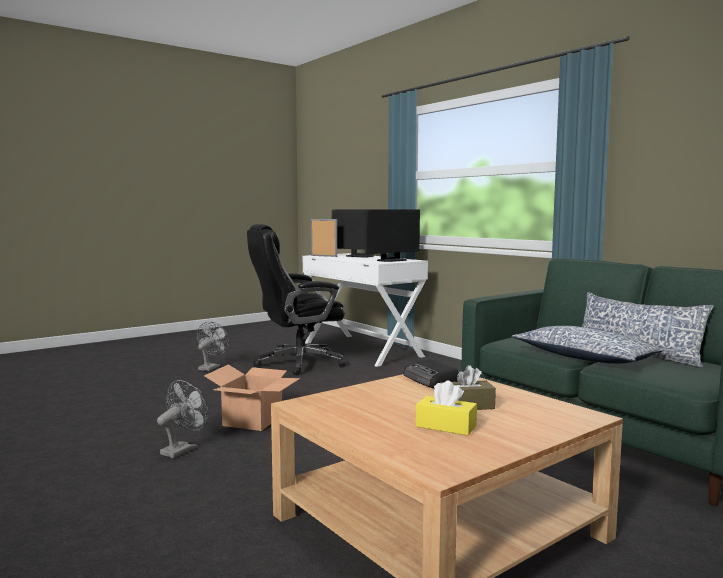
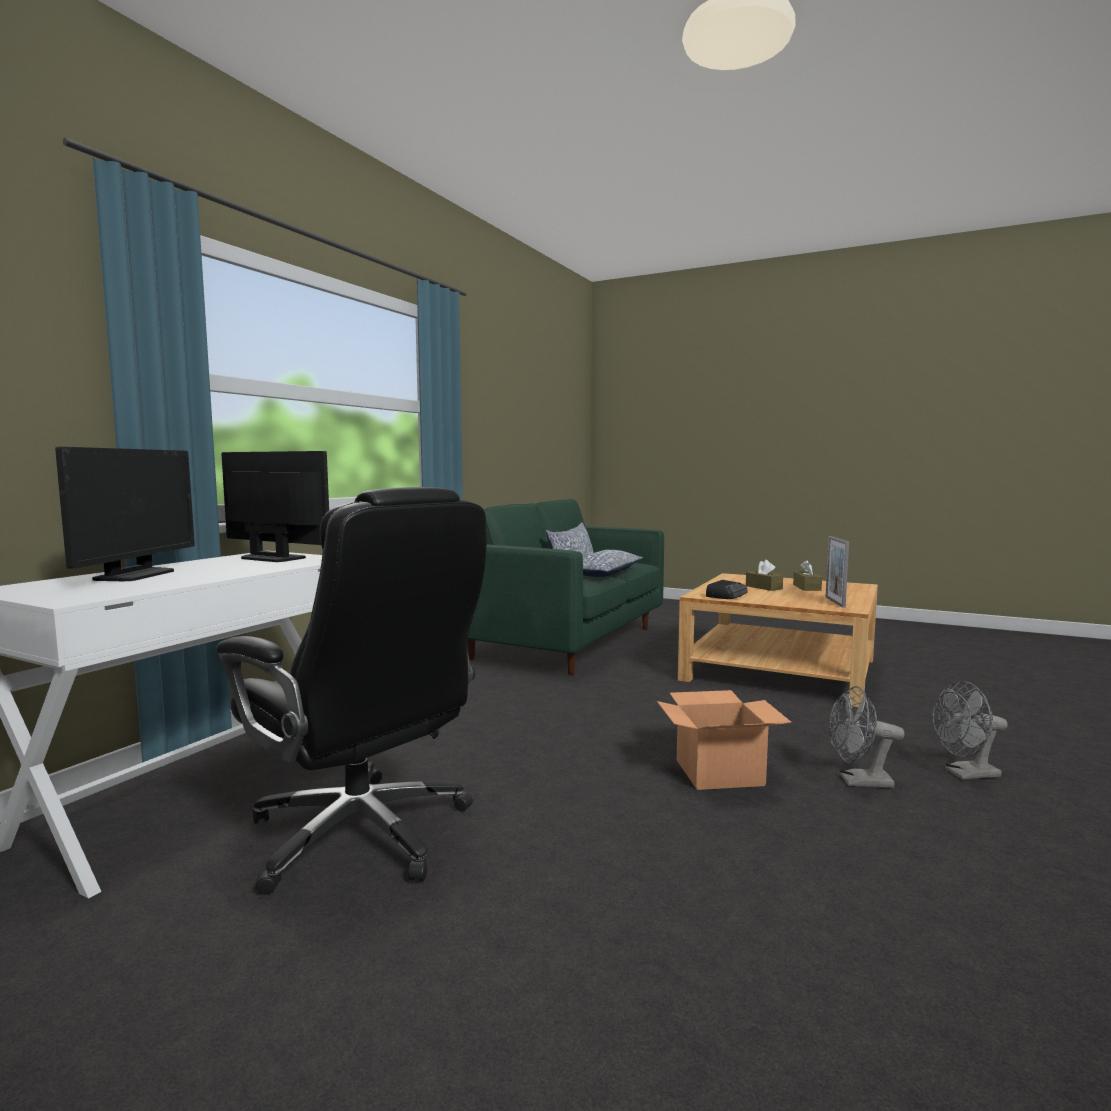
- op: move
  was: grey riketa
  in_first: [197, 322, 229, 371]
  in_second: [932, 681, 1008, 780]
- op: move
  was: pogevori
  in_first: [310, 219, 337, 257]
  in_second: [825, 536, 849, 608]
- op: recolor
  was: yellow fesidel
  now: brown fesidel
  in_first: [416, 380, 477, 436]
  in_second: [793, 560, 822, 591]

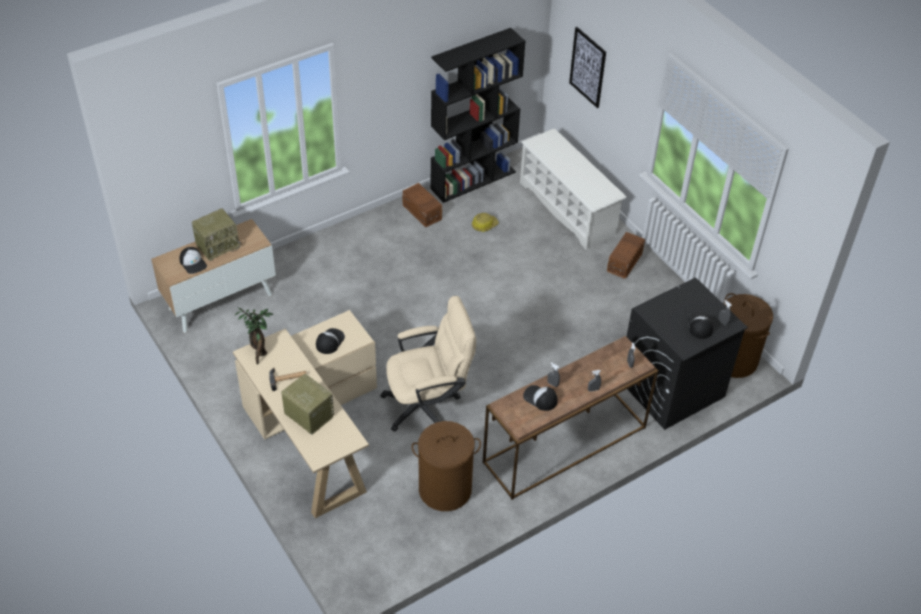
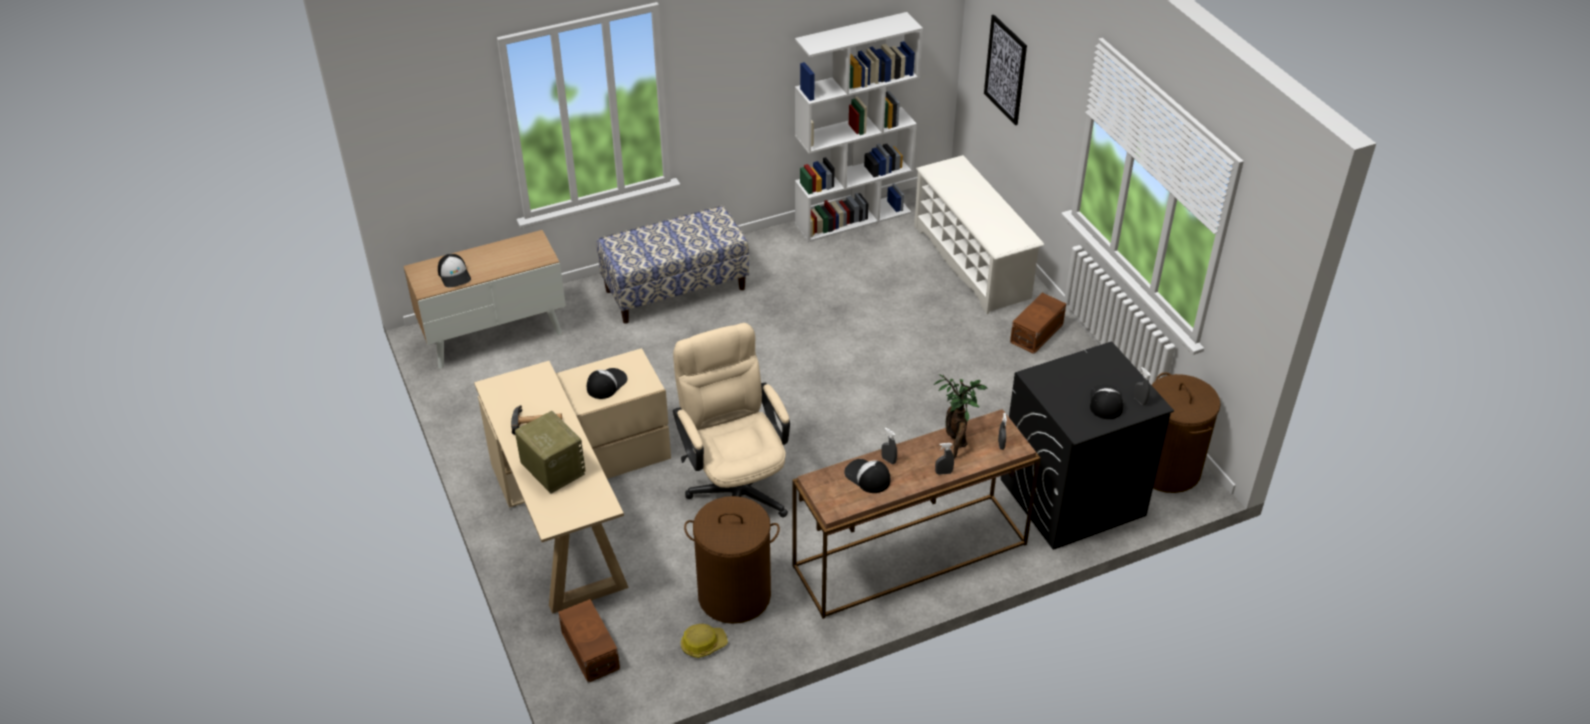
- op: delete
  was: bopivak
  in_first: [192, 208, 241, 261]
- op: insert
  now: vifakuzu
  in_second: [597, 206, 749, 324]
- op: move
  was: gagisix
  in_first: [235, 308, 273, 365]
  in_second: [934, 374, 988, 458]
- op: move
  was: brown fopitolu
  in_first: [402, 183, 442, 228]
  in_second: [558, 599, 620, 683]
- op: move
  was: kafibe
  in_first: [472, 213, 499, 232]
  in_second: [681, 624, 728, 658]
- op: recolor
  was: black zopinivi
  now: white zopinivi
  in_first: [430, 28, 526, 203]
  in_second: [795, 12, 923, 242]
- op: rotate
  was: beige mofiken
  in_first: [380, 296, 476, 432]
  in_second: [673, 323, 790, 518]
  clockwise: -105

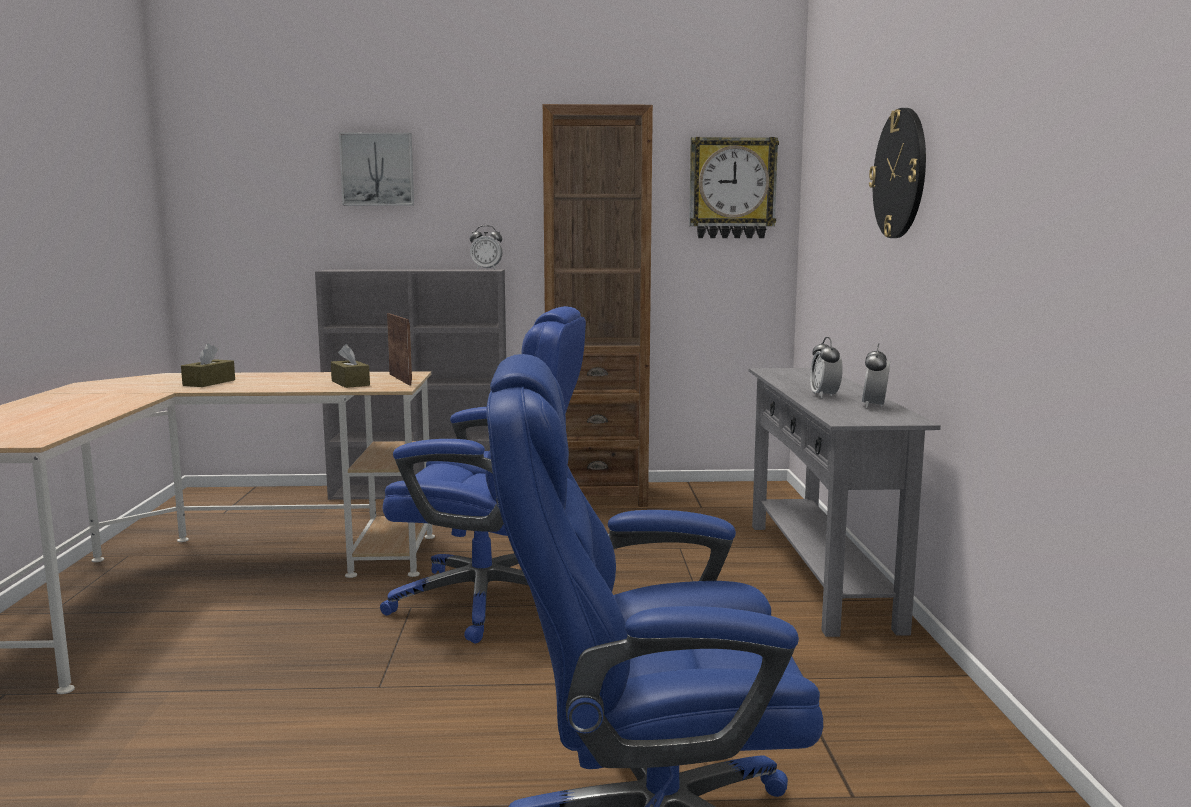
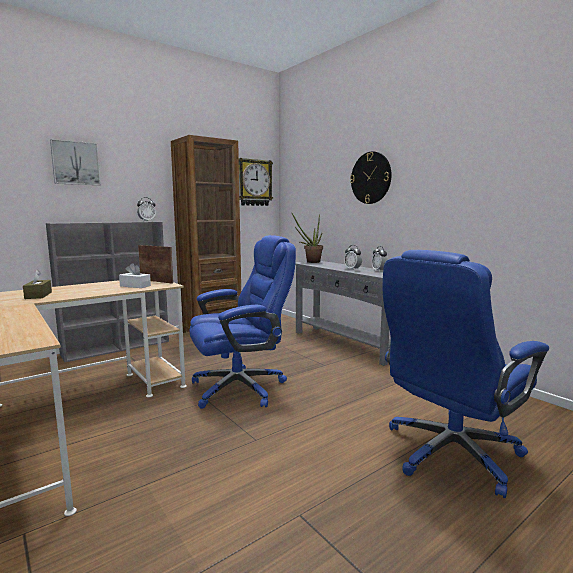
- op: insert
  now: gagisix
  in_second: [292, 213, 323, 263]
- op: recolor
  was: brown fesidel
  now: white fesidel
  in_first: [331, 344, 370, 388]
  in_second: [119, 263, 151, 288]

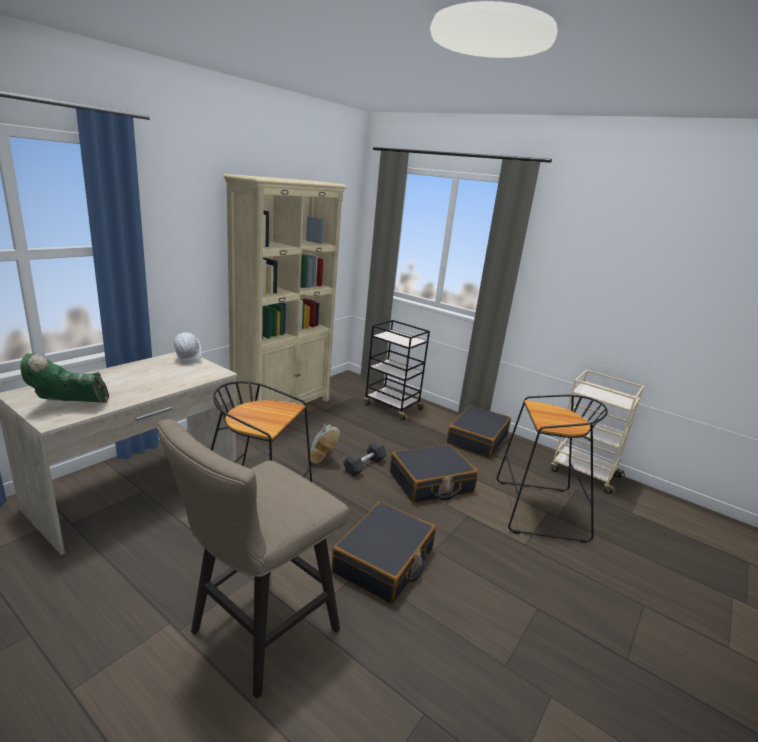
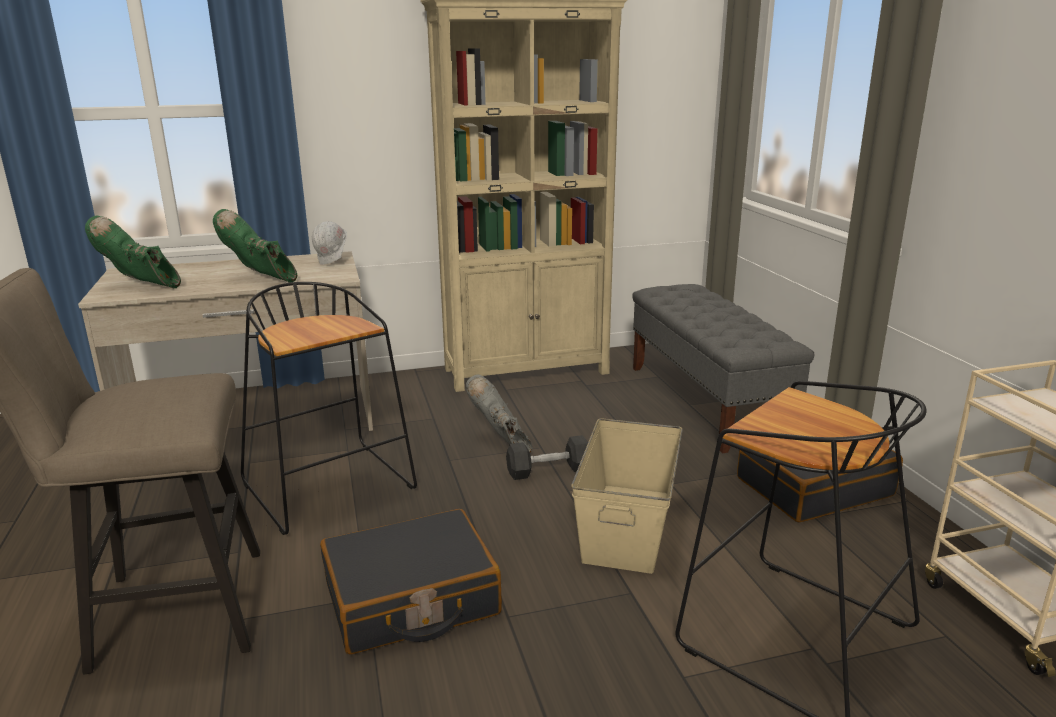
- op: insert
  now: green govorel
  in_second: [213, 209, 297, 283]
- op: replace
  was: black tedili
  now: grey vifakuzu
  in_first: [364, 320, 430, 420]
  in_second: [632, 284, 814, 453]
- op: replace
  was: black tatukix
  now: beige fopitolu
  in_first: [390, 444, 478, 503]
  in_second: [571, 418, 683, 574]
- op: rotate
  was: grey govorel
  in_first: [310, 424, 340, 464]
  in_second: [466, 374, 533, 453]
  clockwise: 120

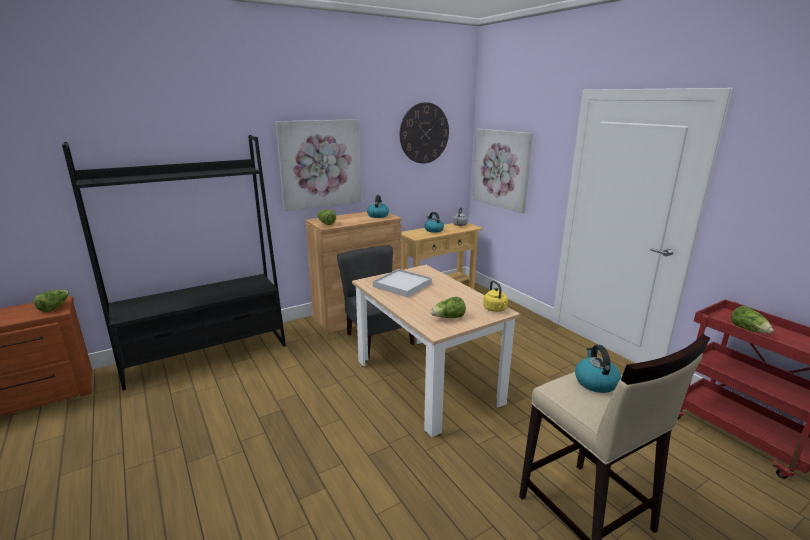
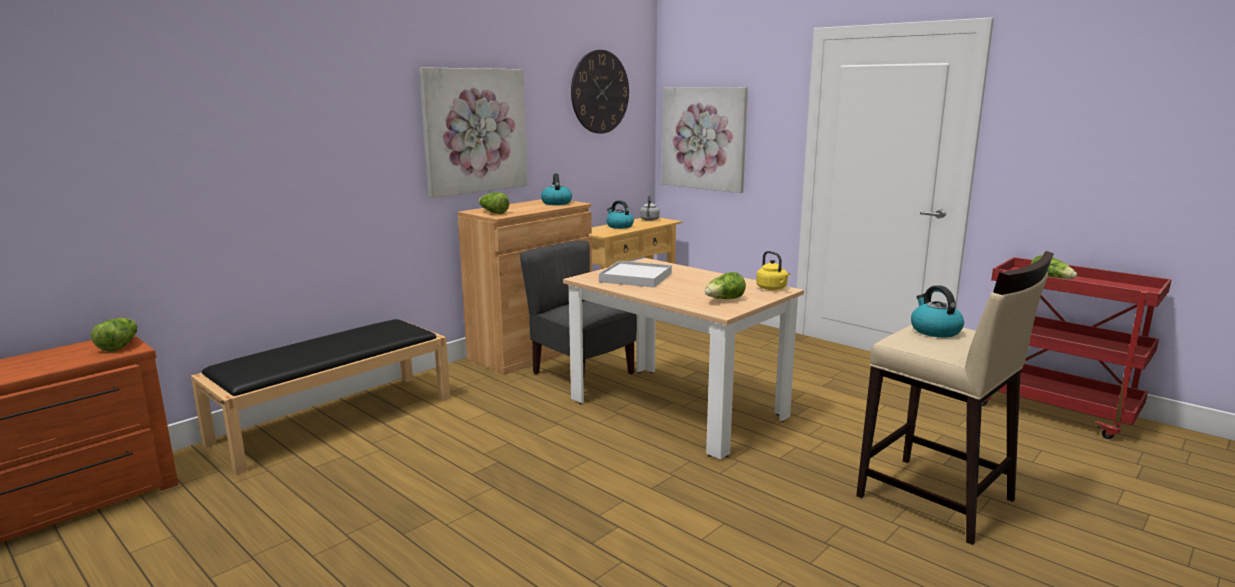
- op: replace
  was: black zopinivi
  now: black vifakuzu
  in_first: [62, 135, 286, 390]
  in_second: [191, 319, 450, 475]

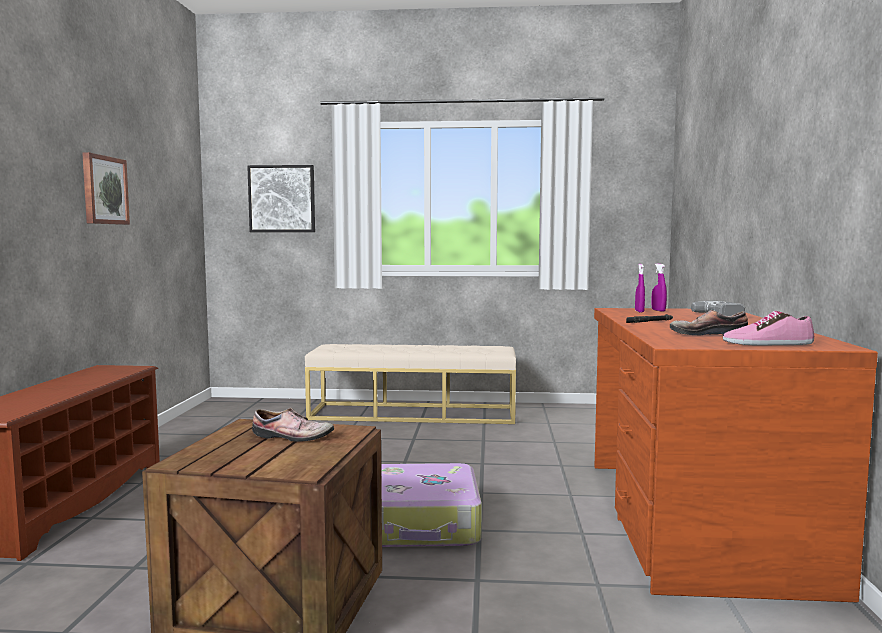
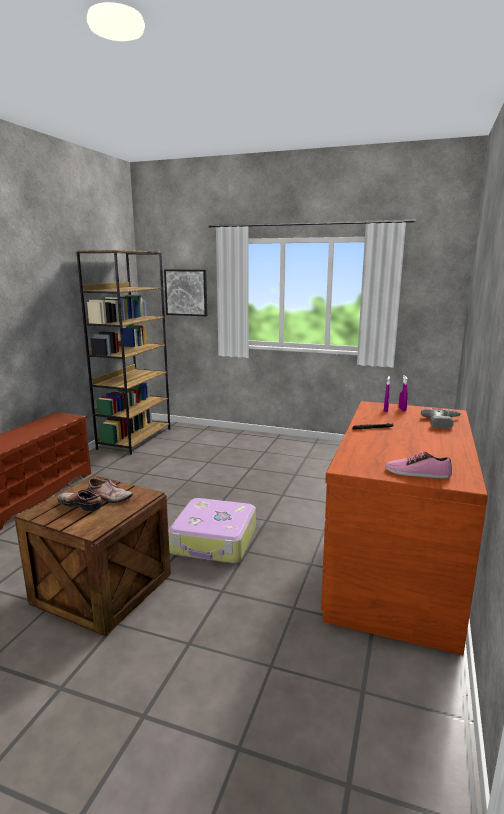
- op: delete
  was: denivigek
  in_first: [82, 152, 130, 225]
- op: delete
  was: beige vifakuzu
  in_first: [305, 344, 516, 424]
- op: insert
  now: brown zopinivi
  in_second: [77, 250, 170, 455]
- op: move
  was: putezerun
  in_first: [670, 310, 748, 335]
  in_second: [58, 490, 102, 512]

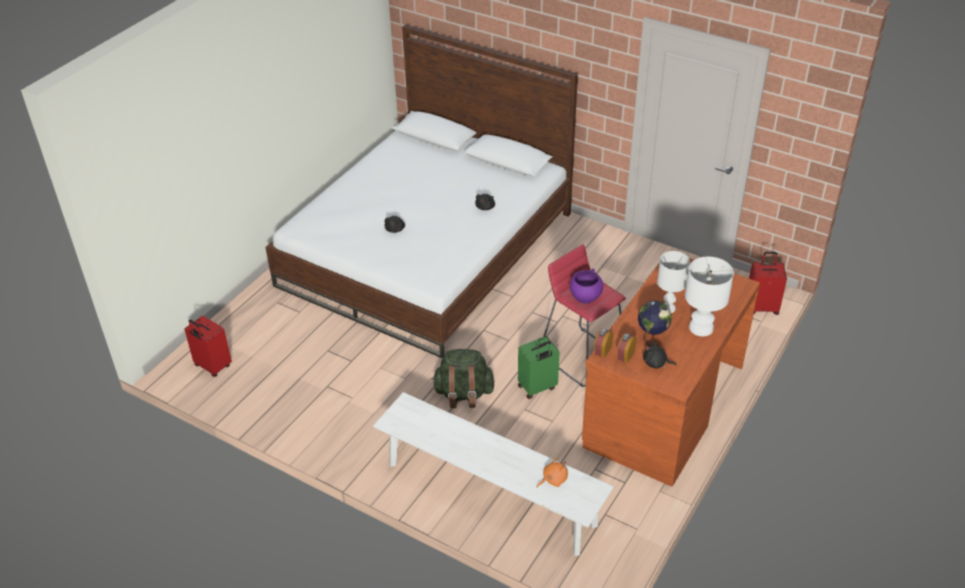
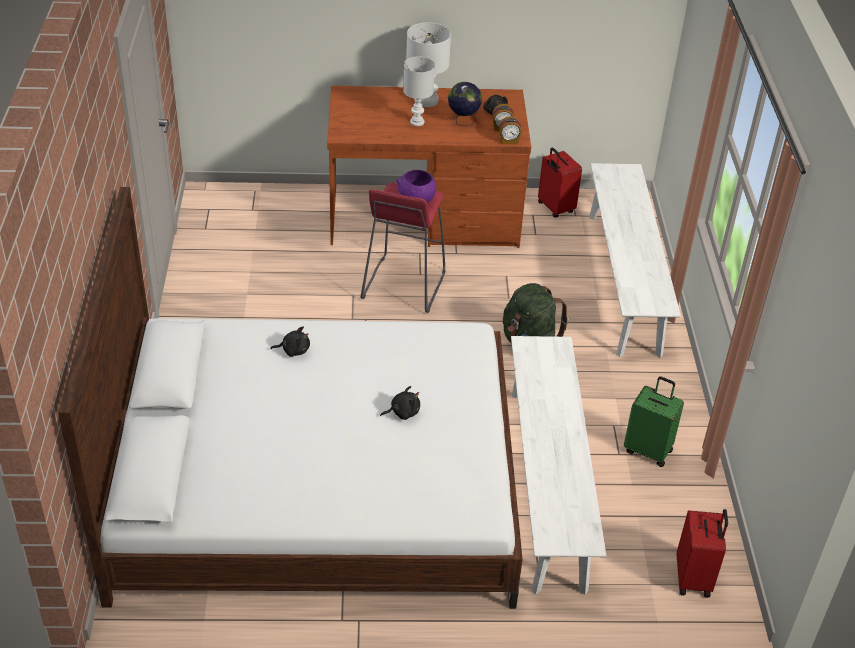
- op: delete
  was: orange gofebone
  in_first: [536, 458, 568, 487]
- op: insert
  now: white vifakuzu
  in_second: [511, 336, 606, 595]
- op: move
  was: green tatukix
  in_first: [518, 336, 560, 399]
  in_second: [624, 376, 684, 467]
- op: move
  was: red tatukix
  in_first: [749, 252, 787, 315]
  in_second: [538, 147, 582, 218]

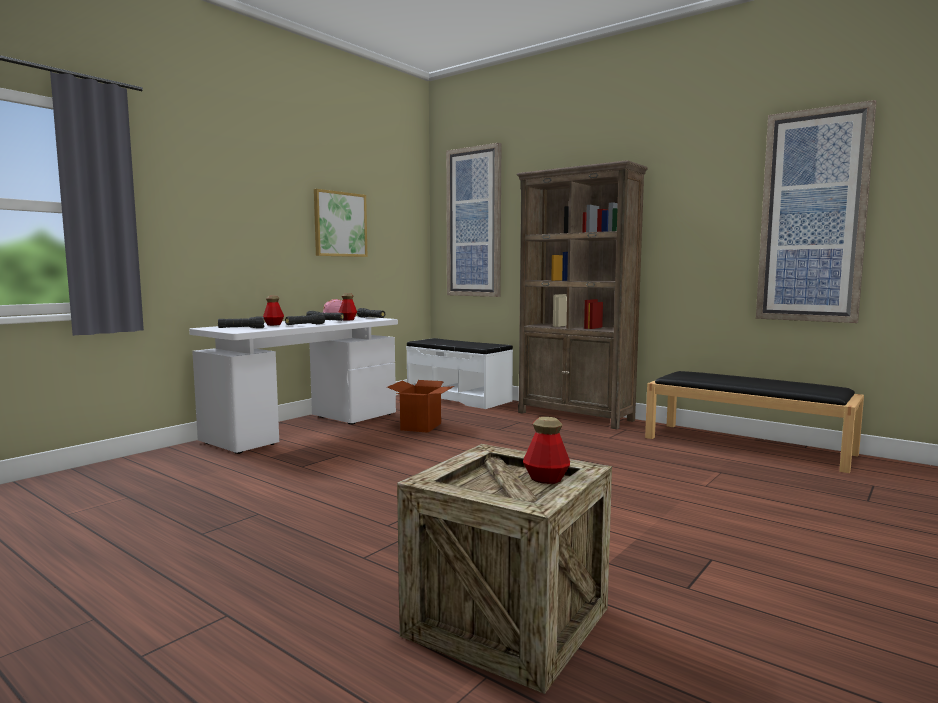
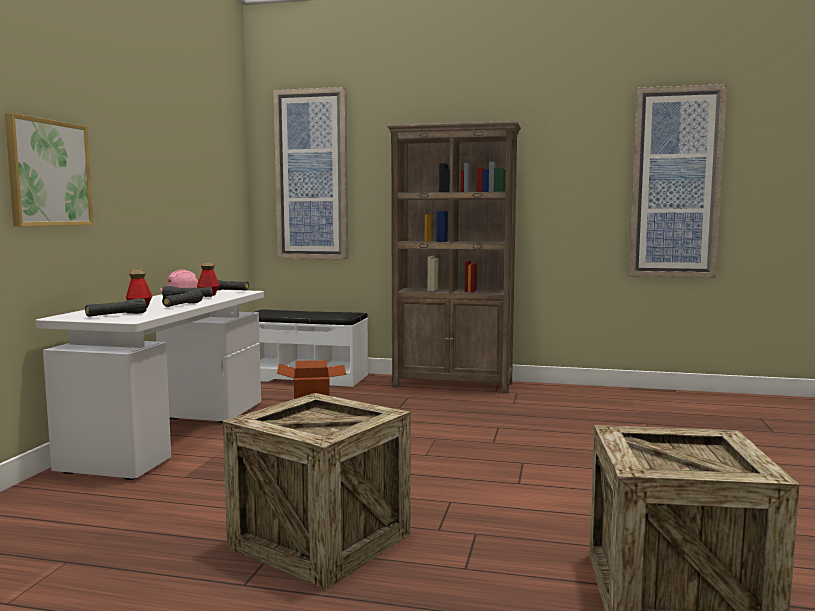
- op: delete
  was: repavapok
  in_first: [523, 417, 570, 484]
- op: delete
  was: black vifakuzu
  in_first: [645, 371, 864, 473]
- op: insert
  now: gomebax
  in_second: [223, 393, 411, 589]
- op: move
  was: denivigek
  in_first: [314, 189, 368, 257]
  in_second: [5, 113, 93, 227]

